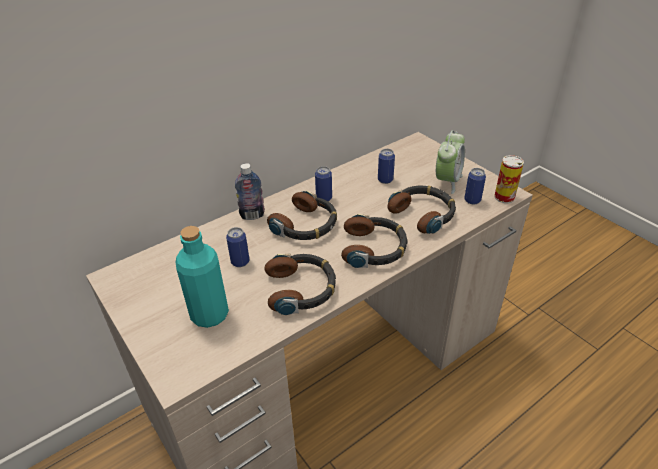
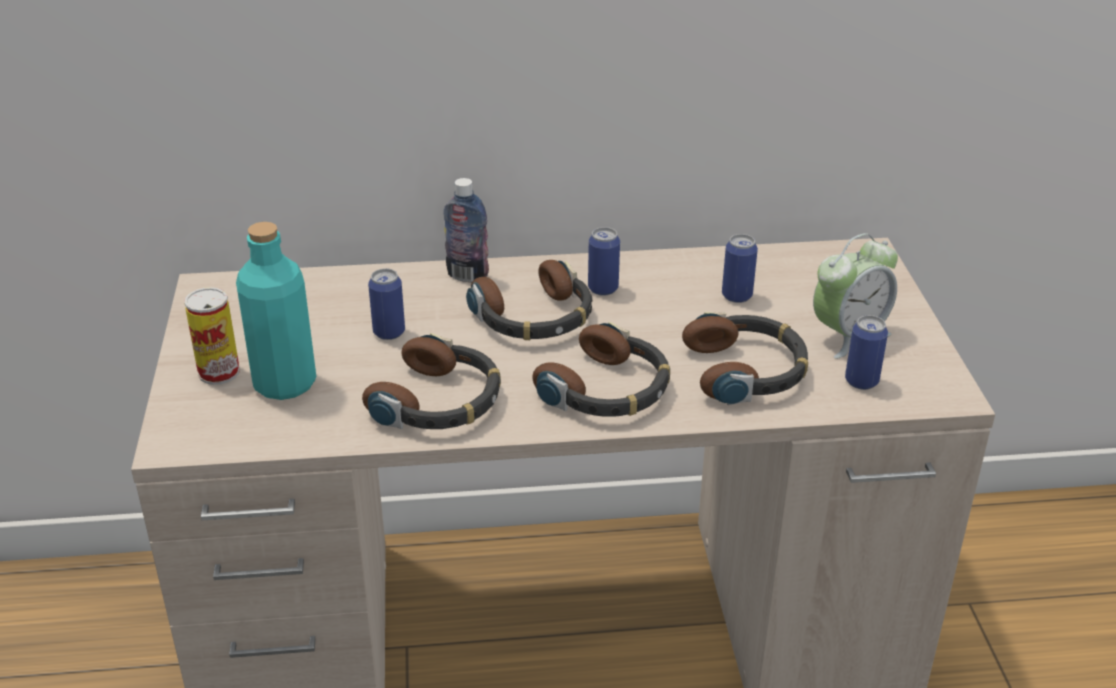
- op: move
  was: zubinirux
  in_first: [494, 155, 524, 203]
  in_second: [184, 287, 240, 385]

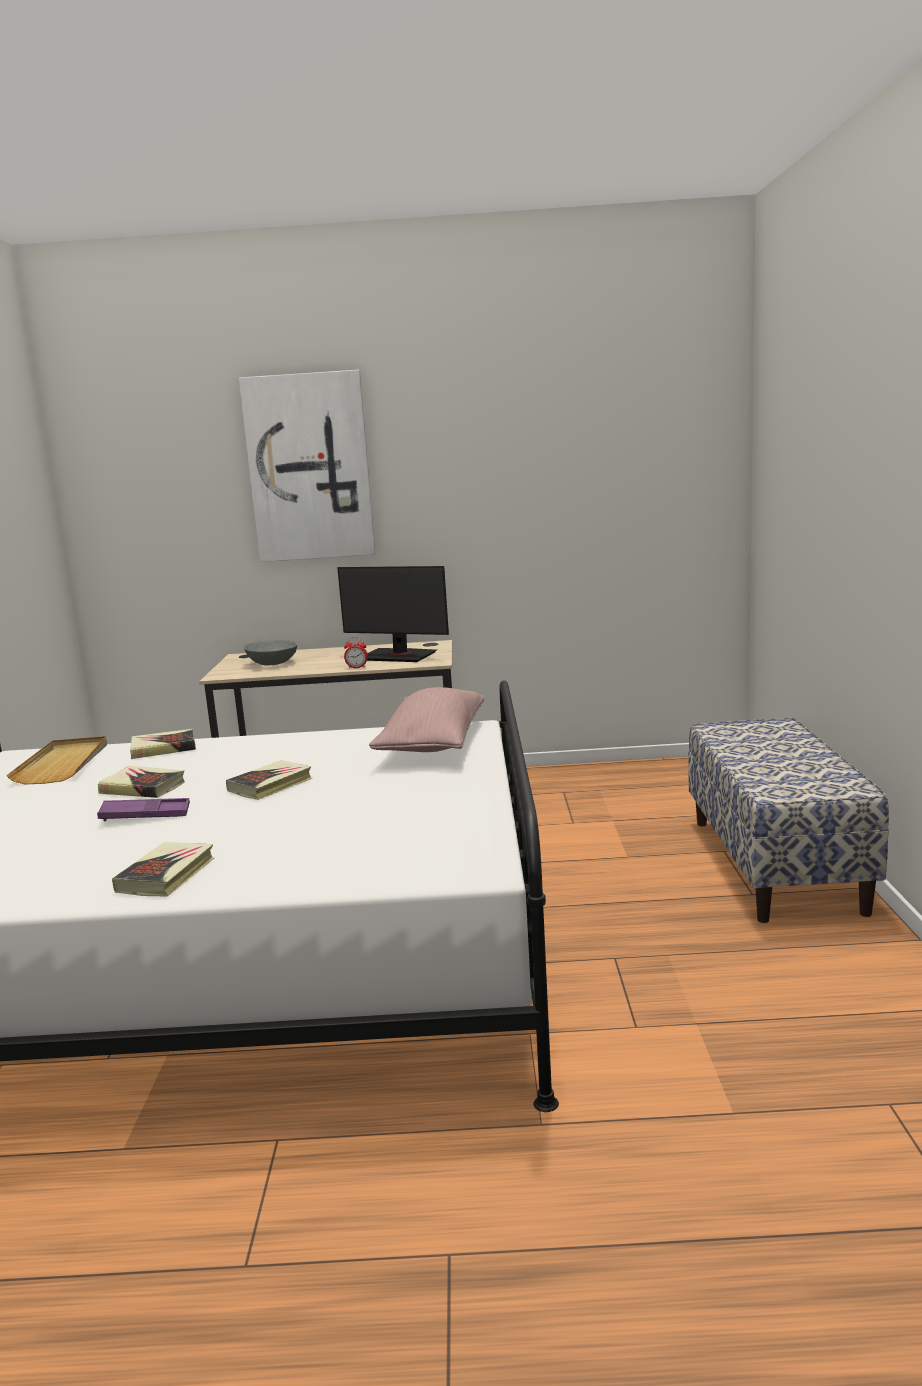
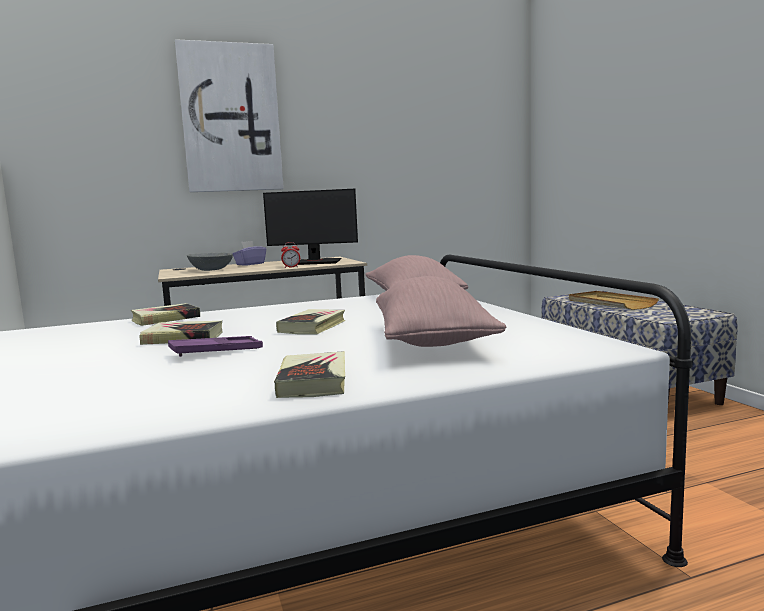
- op: insert
  now: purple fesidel
  in_second: [232, 241, 266, 265]
- op: insert
  now: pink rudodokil
  in_second: [376, 276, 506, 347]
- op: move
  was: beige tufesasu
  in_first: [7, 736, 107, 785]
  in_second: [569, 291, 659, 310]

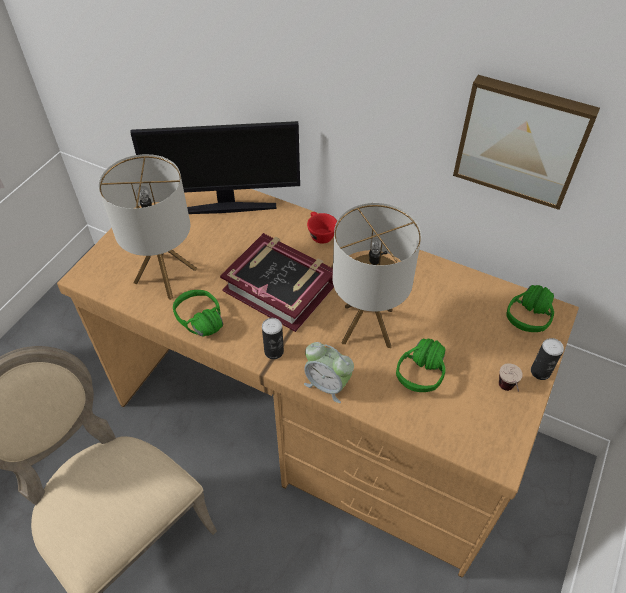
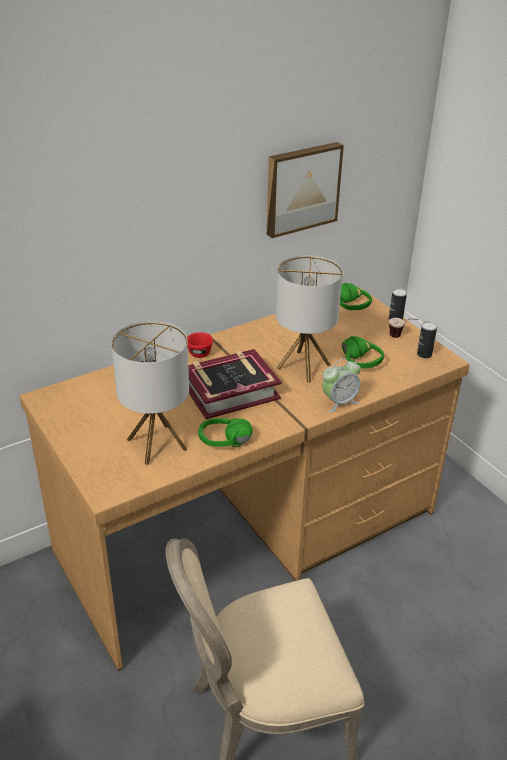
- op: delete
  was: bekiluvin
  in_first: [130, 121, 300, 214]
- op: move
  was: zubinirux
  in_first: [262, 318, 284, 359]
  in_second: [417, 322, 437, 358]

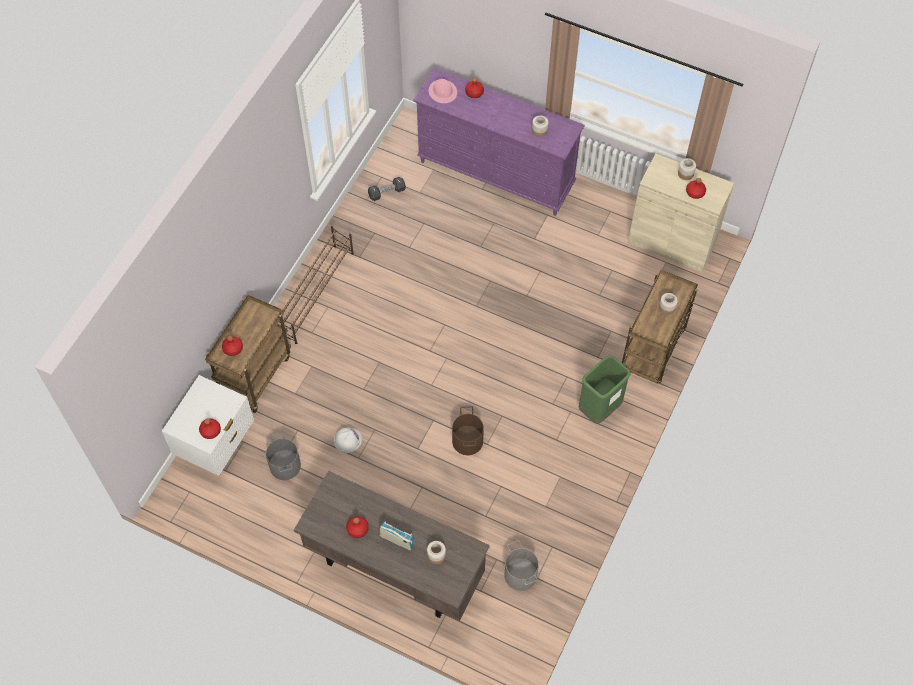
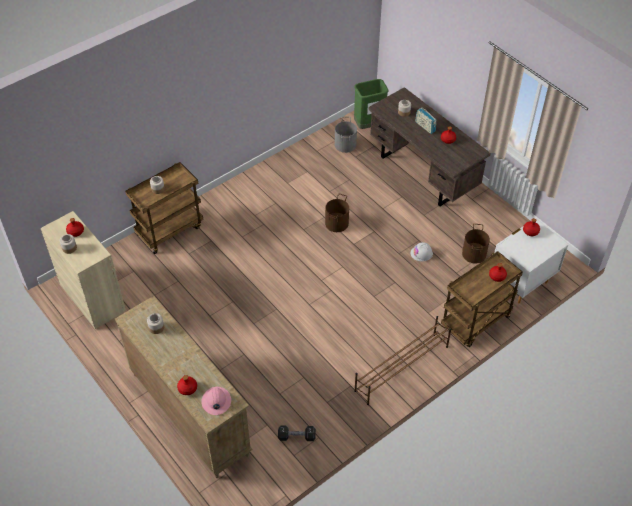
- op: move
  was: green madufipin
  in_first: [578, 355, 631, 424]
  in_second: [354, 79, 389, 129]
- op: recolor
  was: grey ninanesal
  now: brown ninanesal
  in_first: [266, 431, 301, 480]
  in_second: [462, 224, 490, 263]
- op: recolor
  was: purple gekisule
  now: beige gekisule
  in_first: [413, 68, 584, 216]
  in_second: [115, 296, 253, 478]

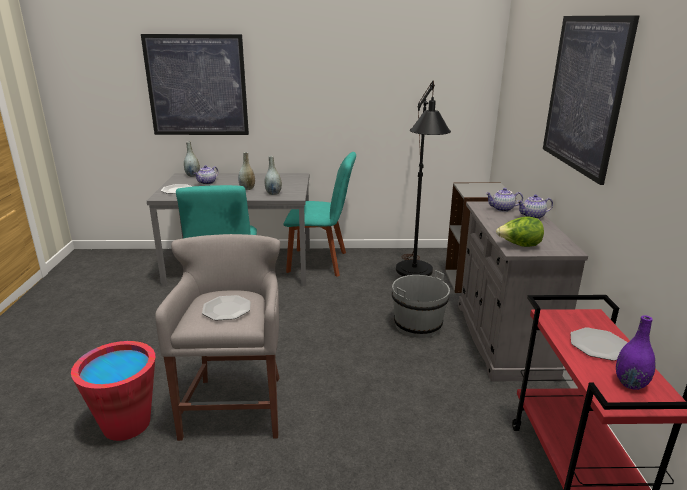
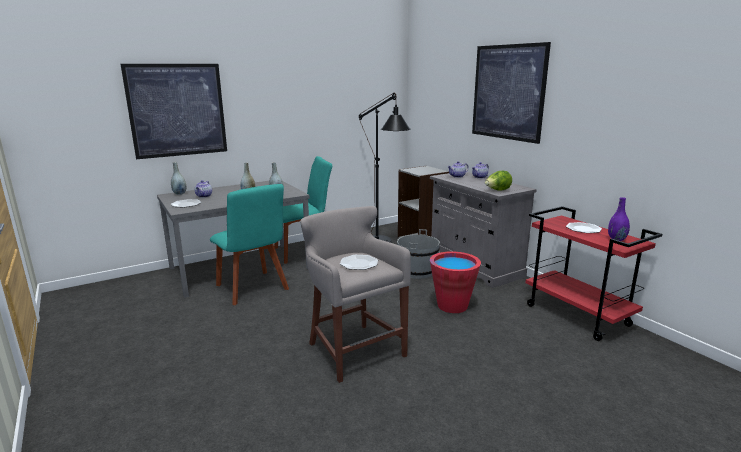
- op: move
  was: red ninanesal
  in_first: [71, 341, 155, 441]
  in_second: [430, 251, 481, 313]

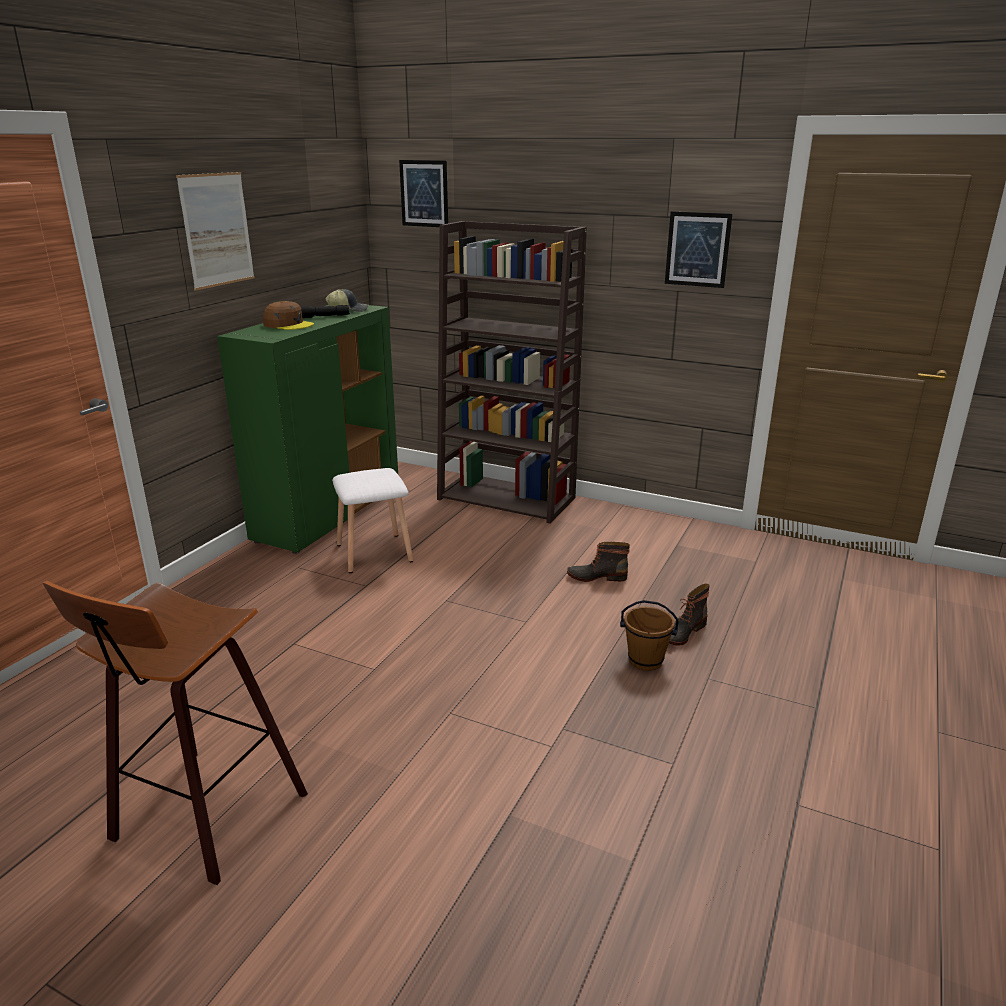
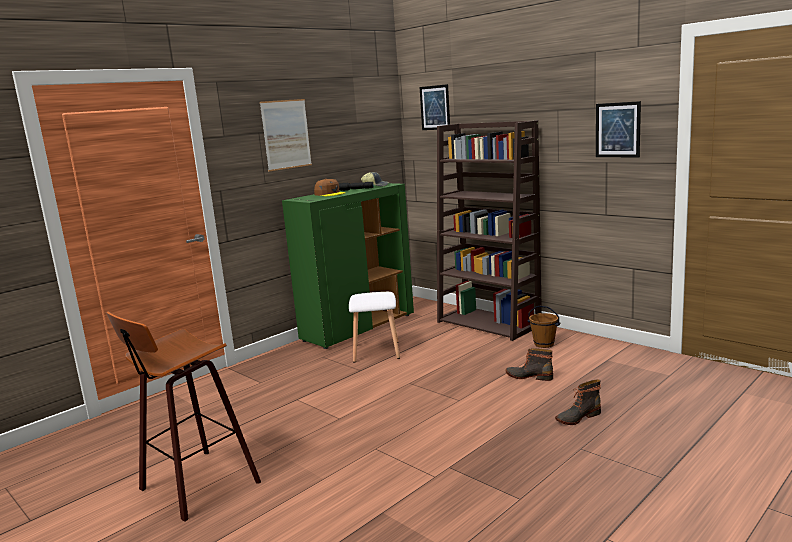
- op: move
  was: brown ninanesal
  in_first: [620, 600, 679, 671]
  in_second: [528, 306, 560, 348]

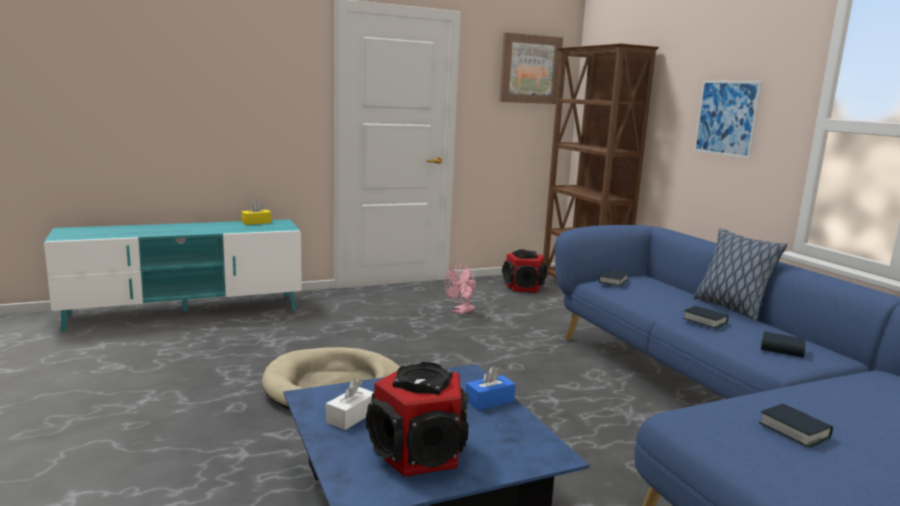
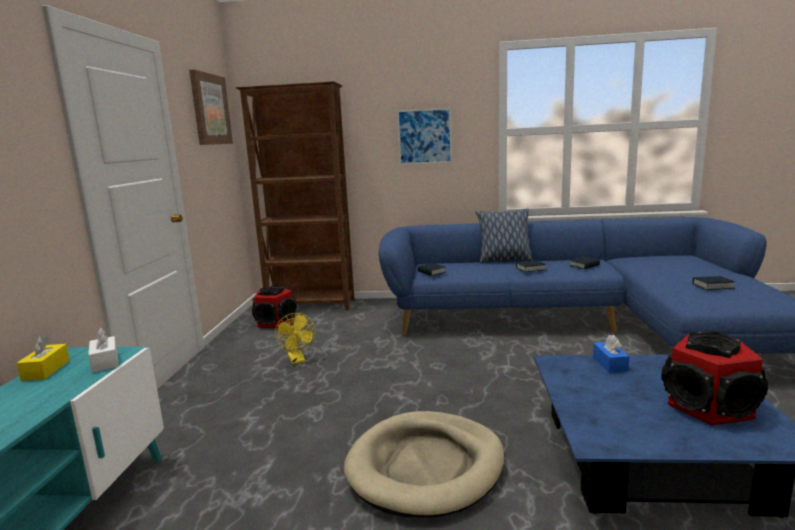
- op: move
  was: white fesidel
  in_first: [326, 380, 374, 430]
  in_second: [88, 328, 118, 373]
- op: recolor
  was: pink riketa
  now: yellow riketa
  in_first: [444, 265, 476, 314]
  in_second: [275, 313, 315, 364]

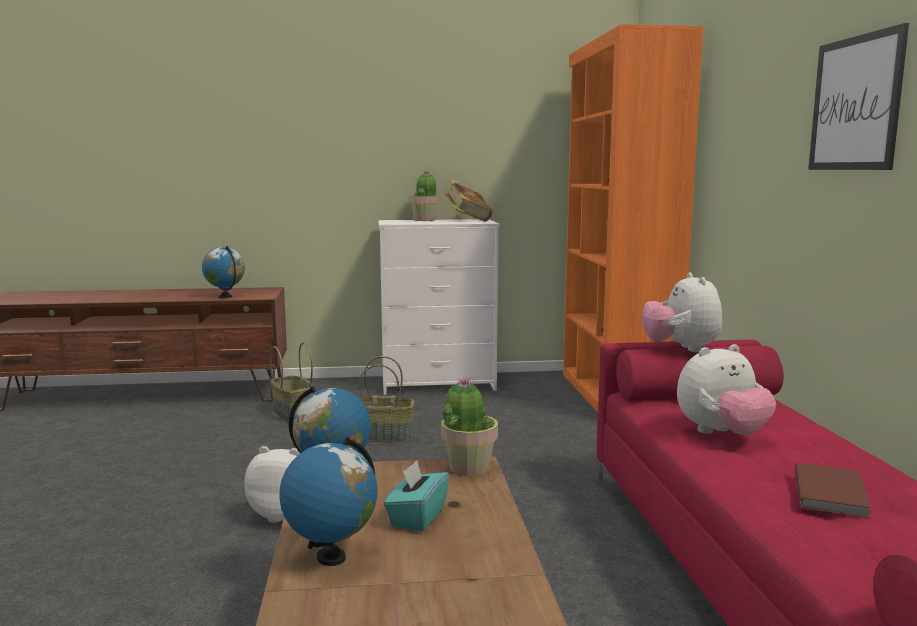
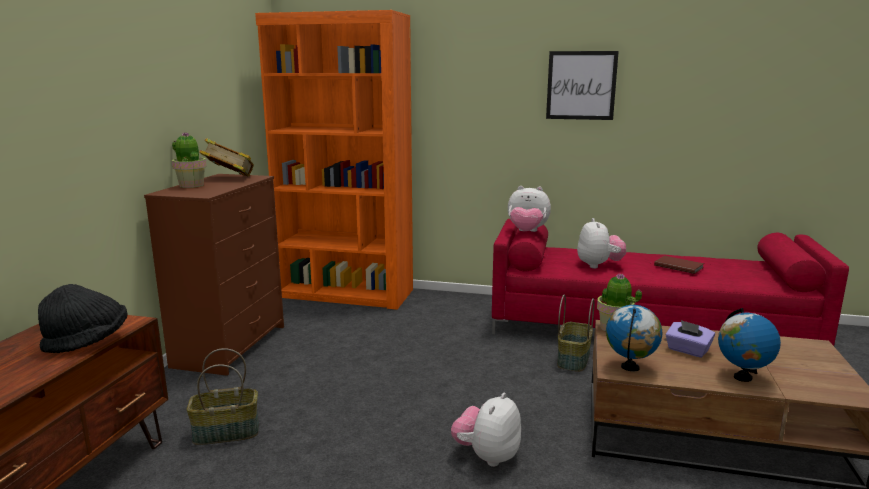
- op: move
  was: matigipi
  in_first: [359, 356, 415, 442]
  in_second: [557, 295, 594, 372]
- op: replace
  was: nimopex
  now: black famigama
  in_first: [202, 246, 245, 298]
  in_second: [38, 284, 128, 353]
- op: recolor
  was: white gekisule
  now: brown gekisule
  in_first: [379, 219, 500, 395]
  in_second: [144, 174, 284, 376]
- op: recolor
  was: turquoise fesidel
  now: purple fesidel
  in_first: [384, 460, 449, 532]
  in_second: [665, 320, 715, 358]

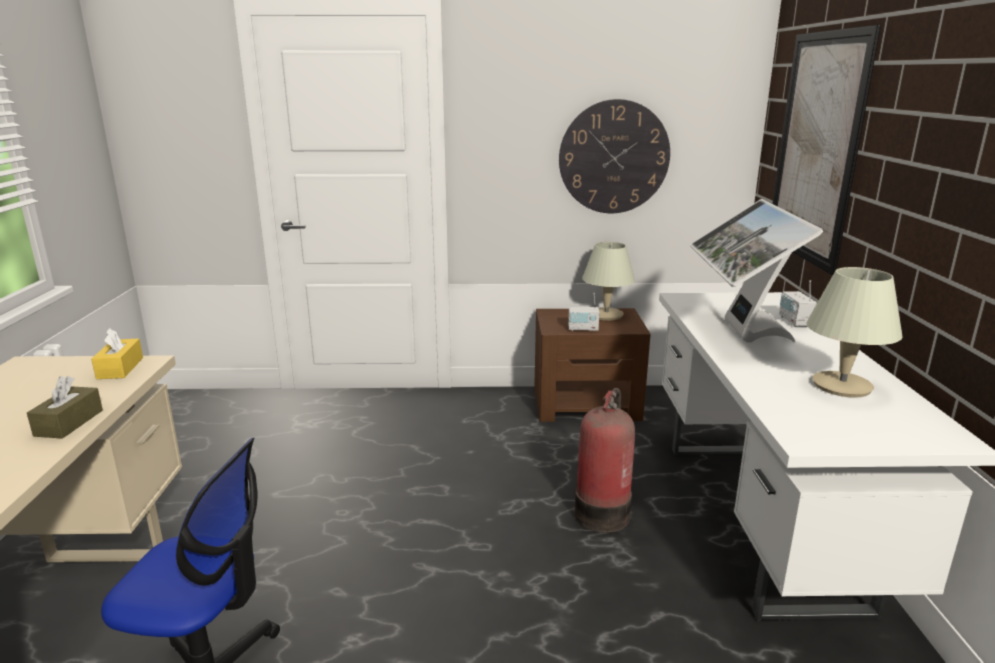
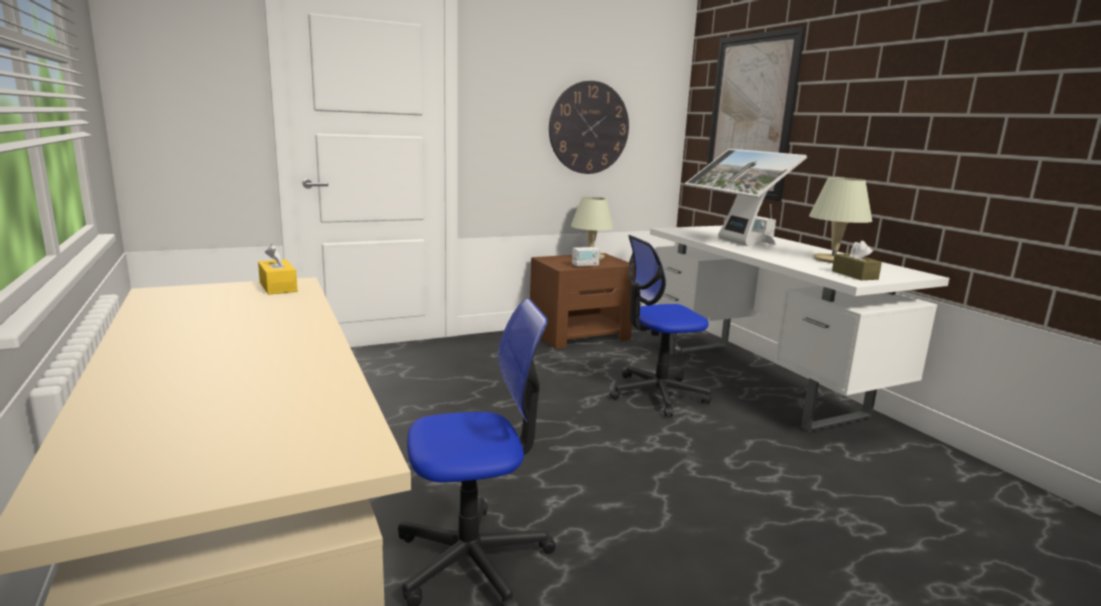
- op: move
  was: brown fesidel
  in_first: [27, 376, 103, 439]
  in_second: [832, 241, 882, 280]
- op: replace
  was: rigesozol
  now: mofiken
  in_first: [574, 388, 635, 533]
  in_second: [610, 235, 711, 417]

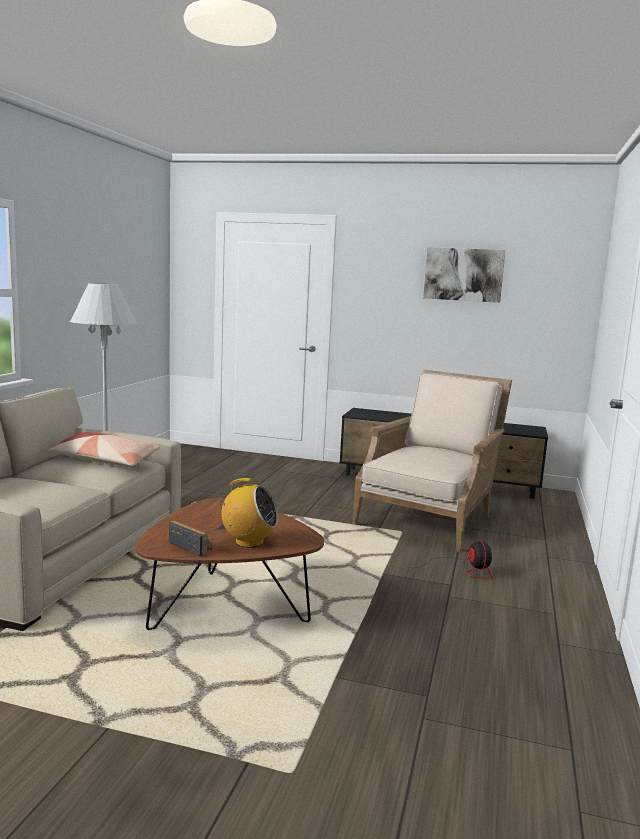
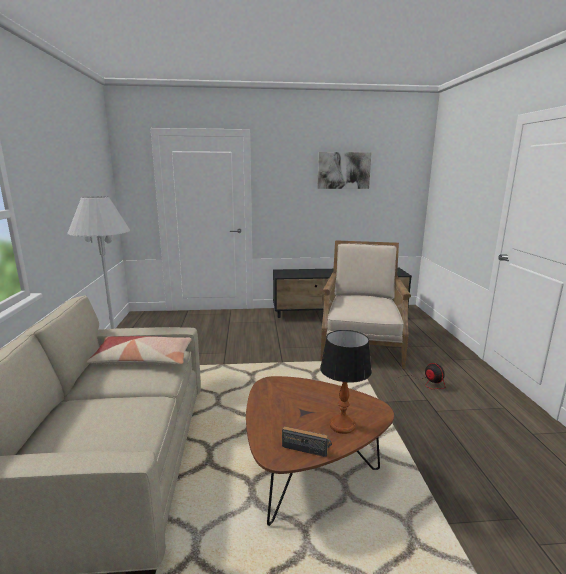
- op: replace
  was: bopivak
  now: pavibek
  in_first: [217, 478, 279, 548]
  in_second: [320, 330, 372, 434]

